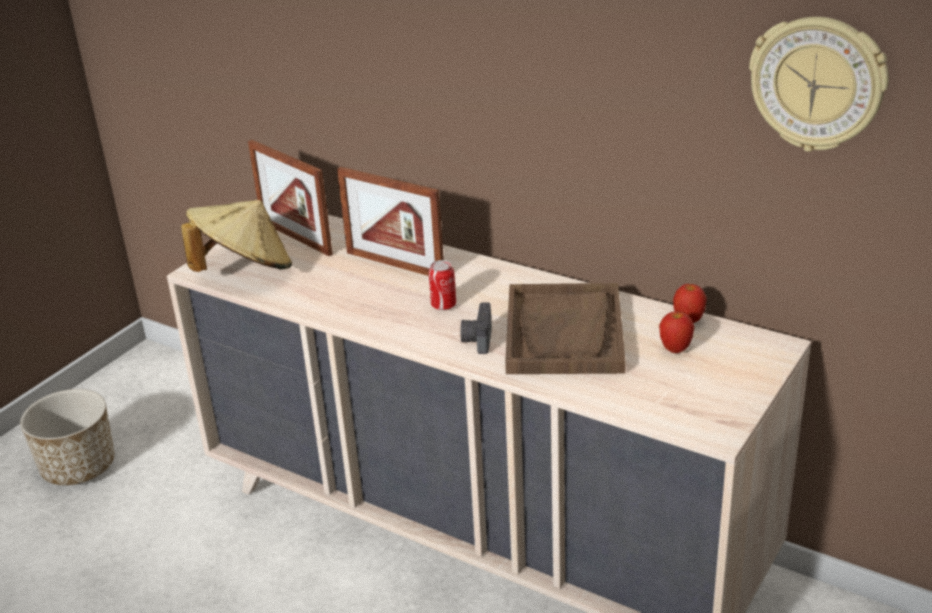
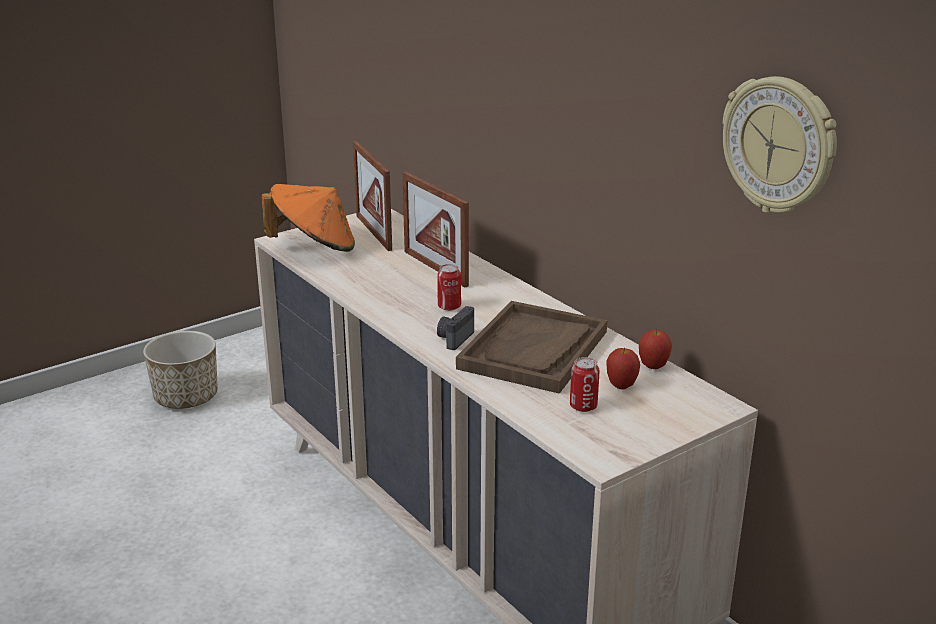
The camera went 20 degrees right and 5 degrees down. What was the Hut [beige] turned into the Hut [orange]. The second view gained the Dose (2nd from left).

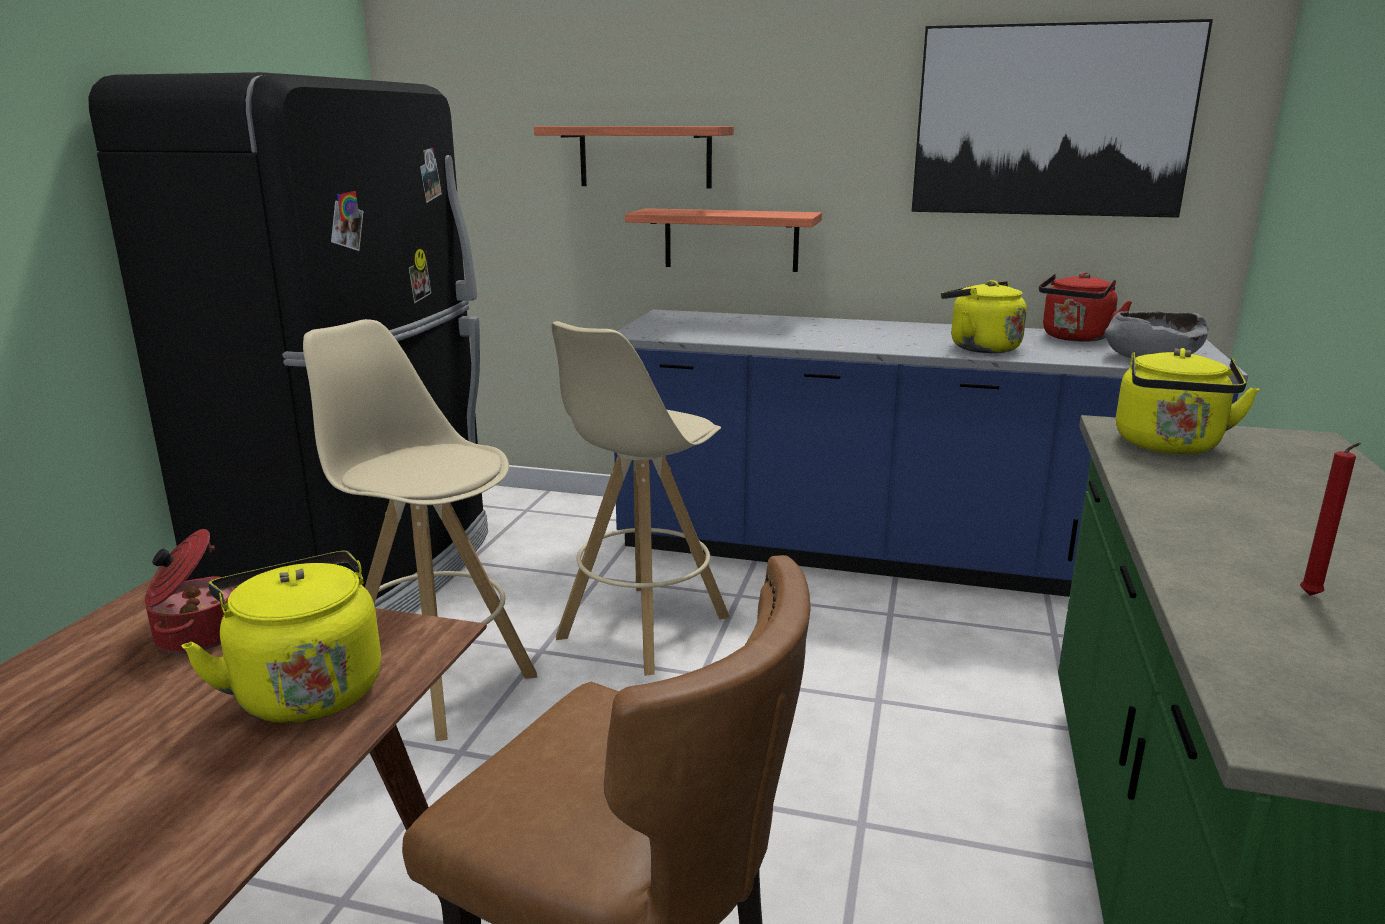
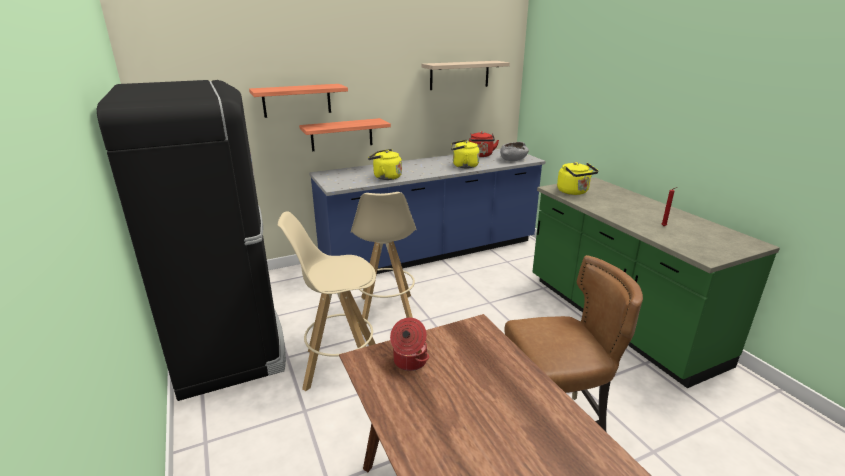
The camera went 40 degrees left and 5 degrees up. Where the Bild hung, the Wandregal (3rd from left) came to hang. The Wasserkessel [gelb] (1st from left) ended up elsewhere.

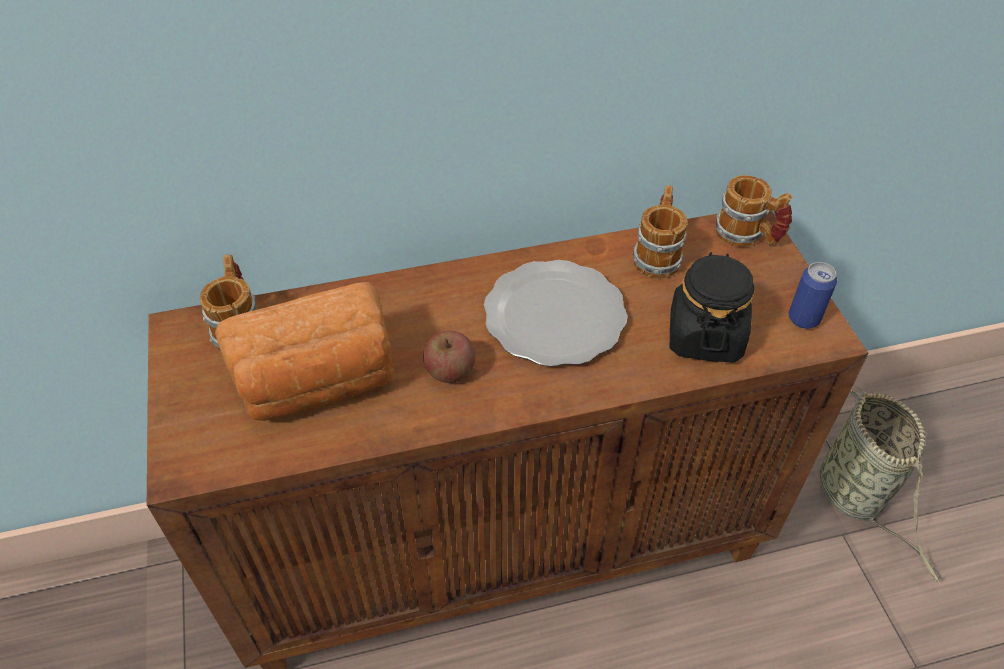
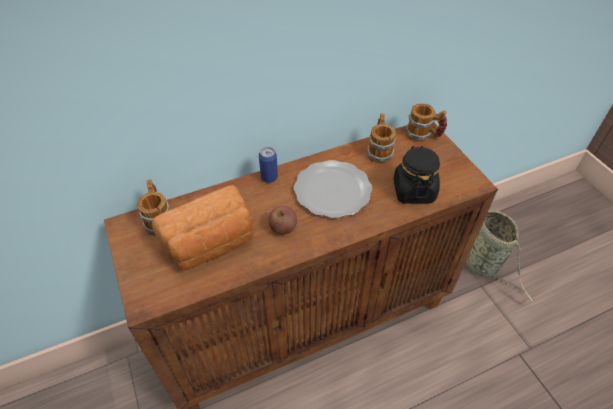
The camera went 10 degrees left and 0 degrees up. The Dose ended up elsewhere.

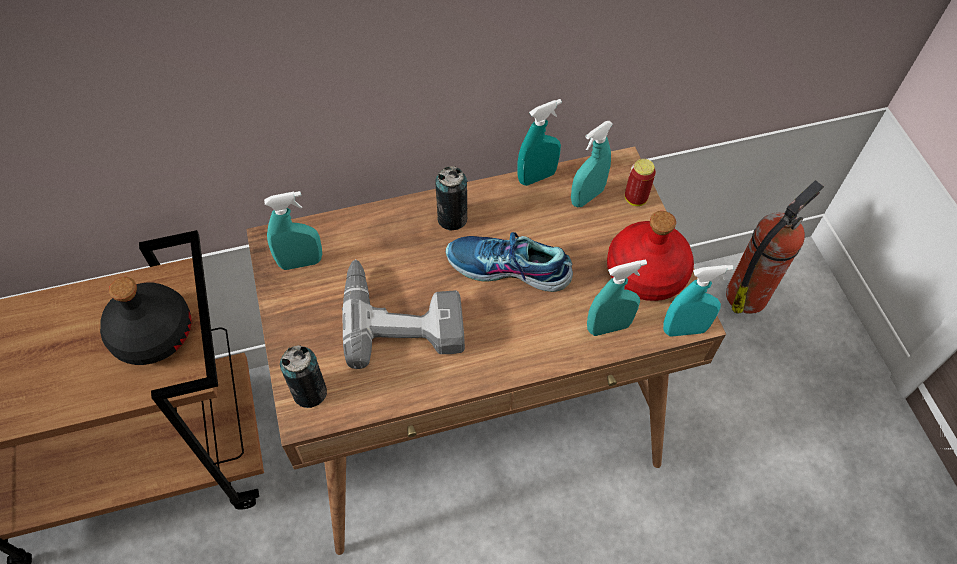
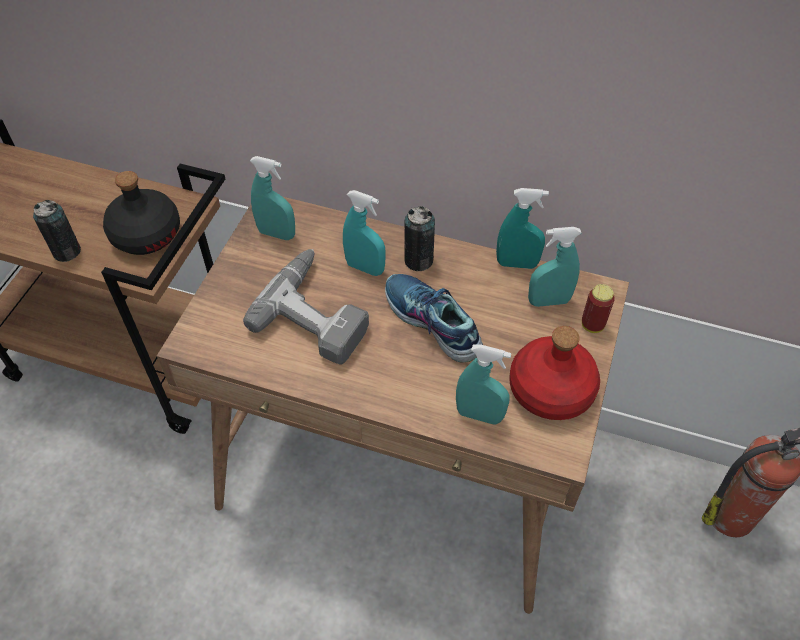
The camera went 35 degrees right and 5 degrees down. The Sprühflasche [türkis] (5th from left in the first image) ended up elsewhere. The Dose (1st from left) ended up elsewhere.

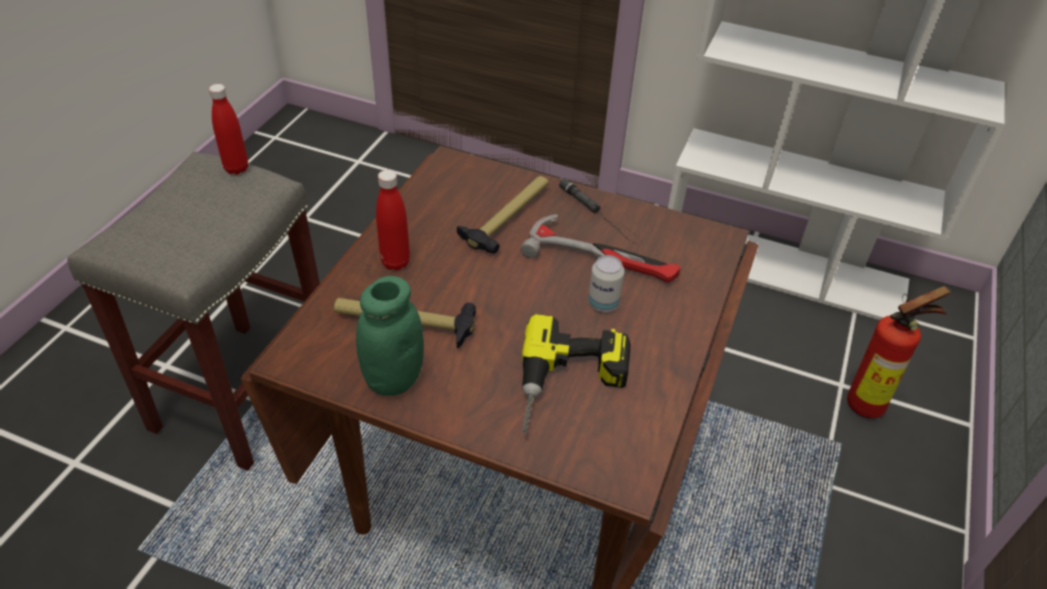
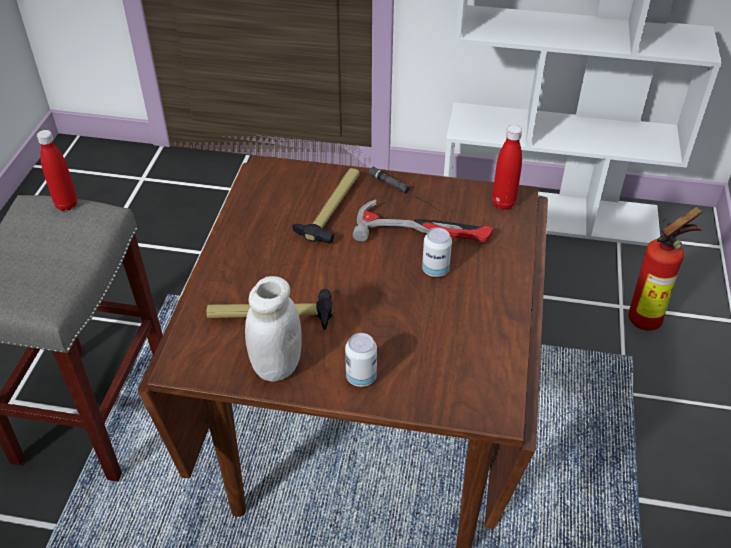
The camera went 10 degrees left and 0 degrees up. The Flasche [rot] (2nd from left) ended up elsewhere. What was the Vorratsglas [grün] turned into the Vorratsglas [weiß]. The second view lost the Bohrmaschine. The second view gained the Dose (1st from left).

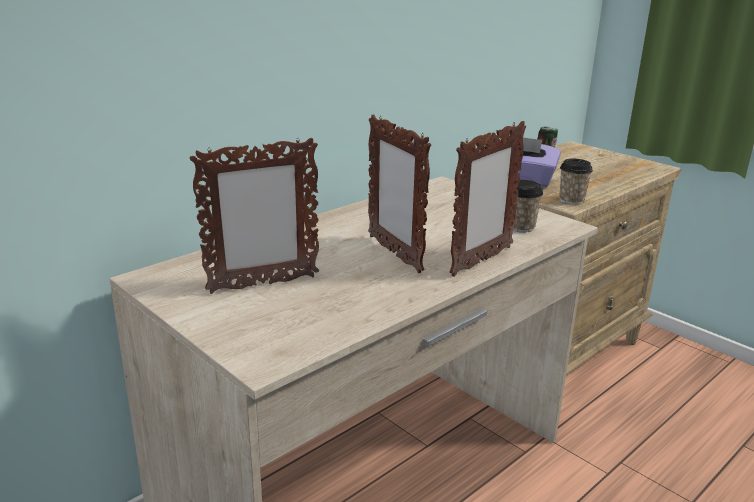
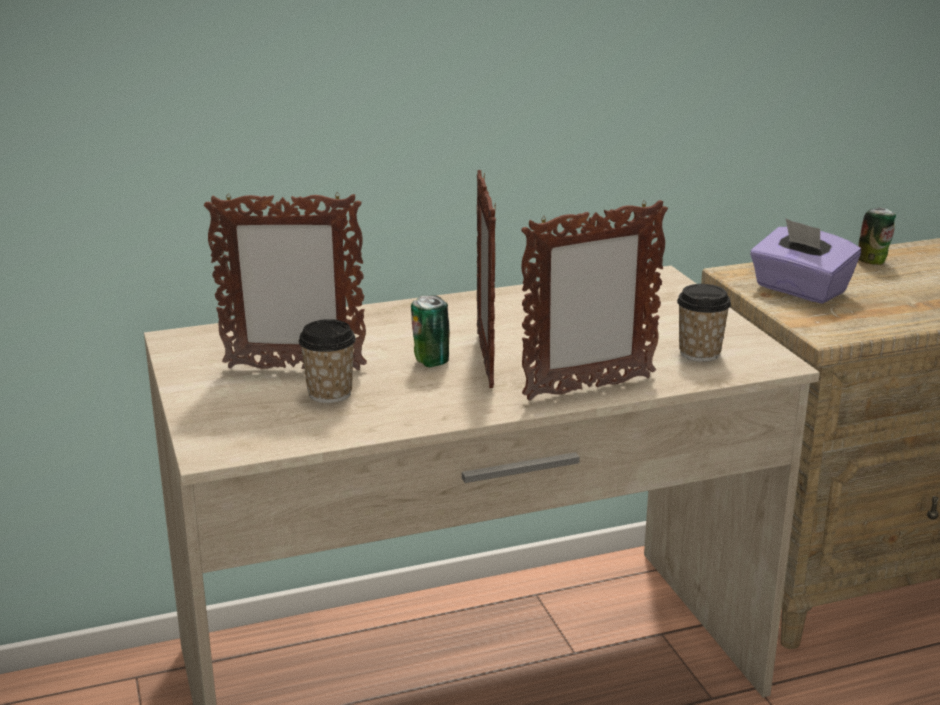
The camera went 25 degrees right and 0 degrees up. The Tasse (2nd from left in the first image) ended up elsewhere. The second view gained the Dose (1st from left).

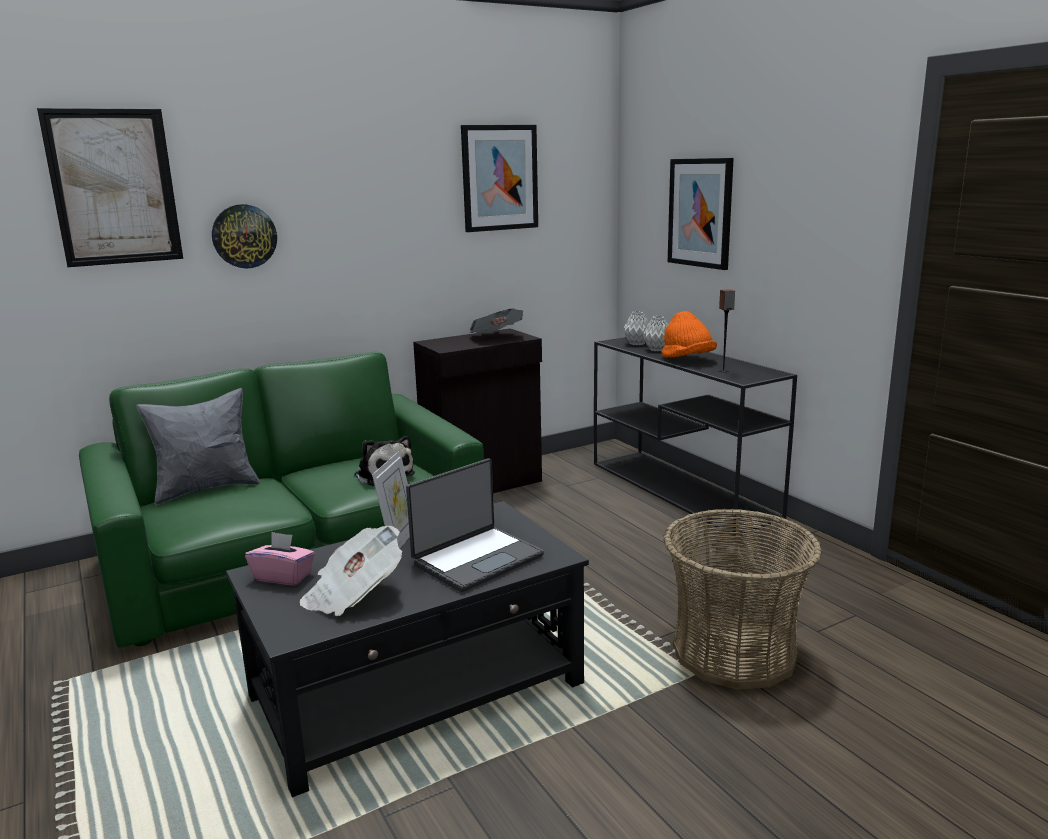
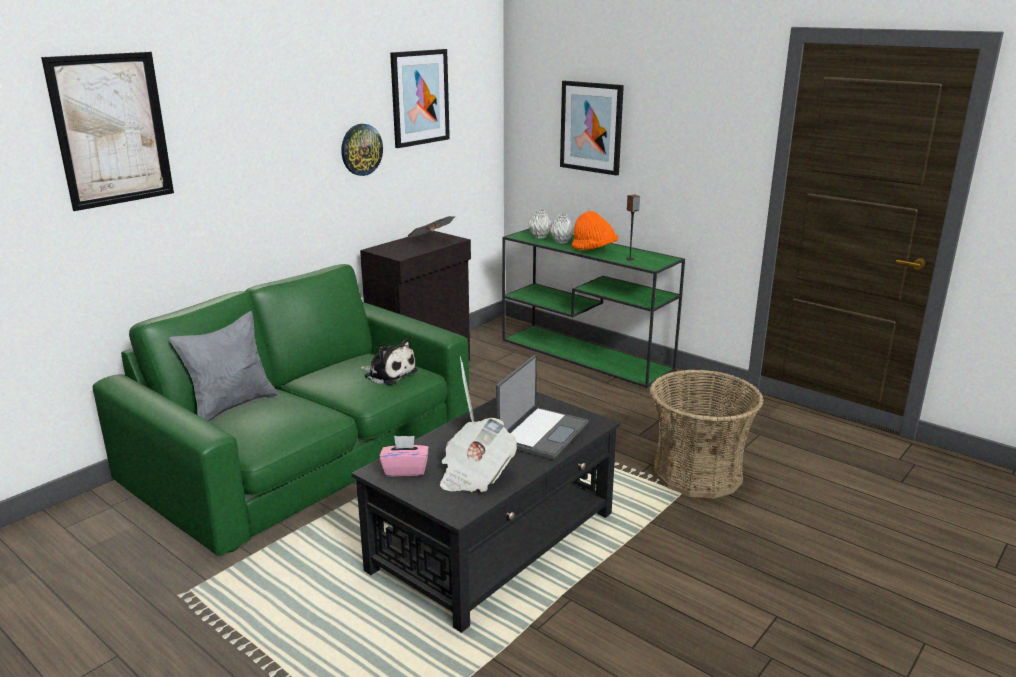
The camera went 20 degrees left and 5 degrees up. The Wanduhr ended up elsewhere. What was the Konsolentisch [schwarz] turned into the Konsolentisch [grün].

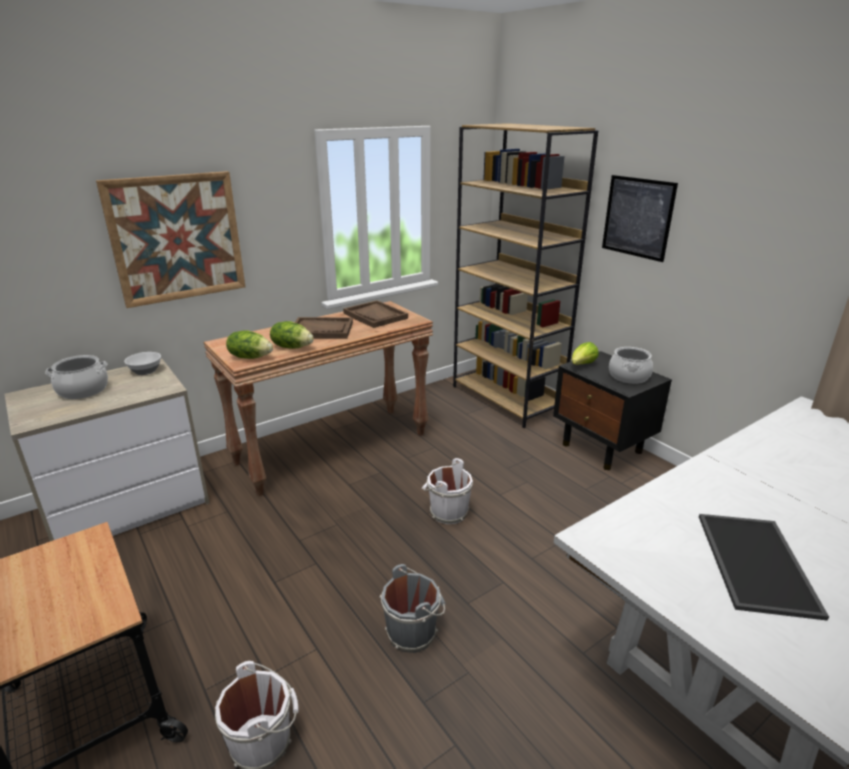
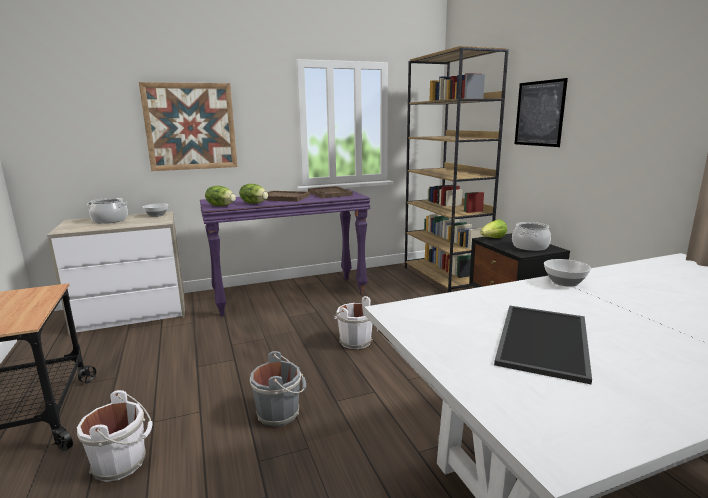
The camera went 15 degrees right and 10 degrees down. What was the Konsolentisch [braun] turned into the Konsolentisch [lila]. The second view gained the Schüssel (2nd from left).

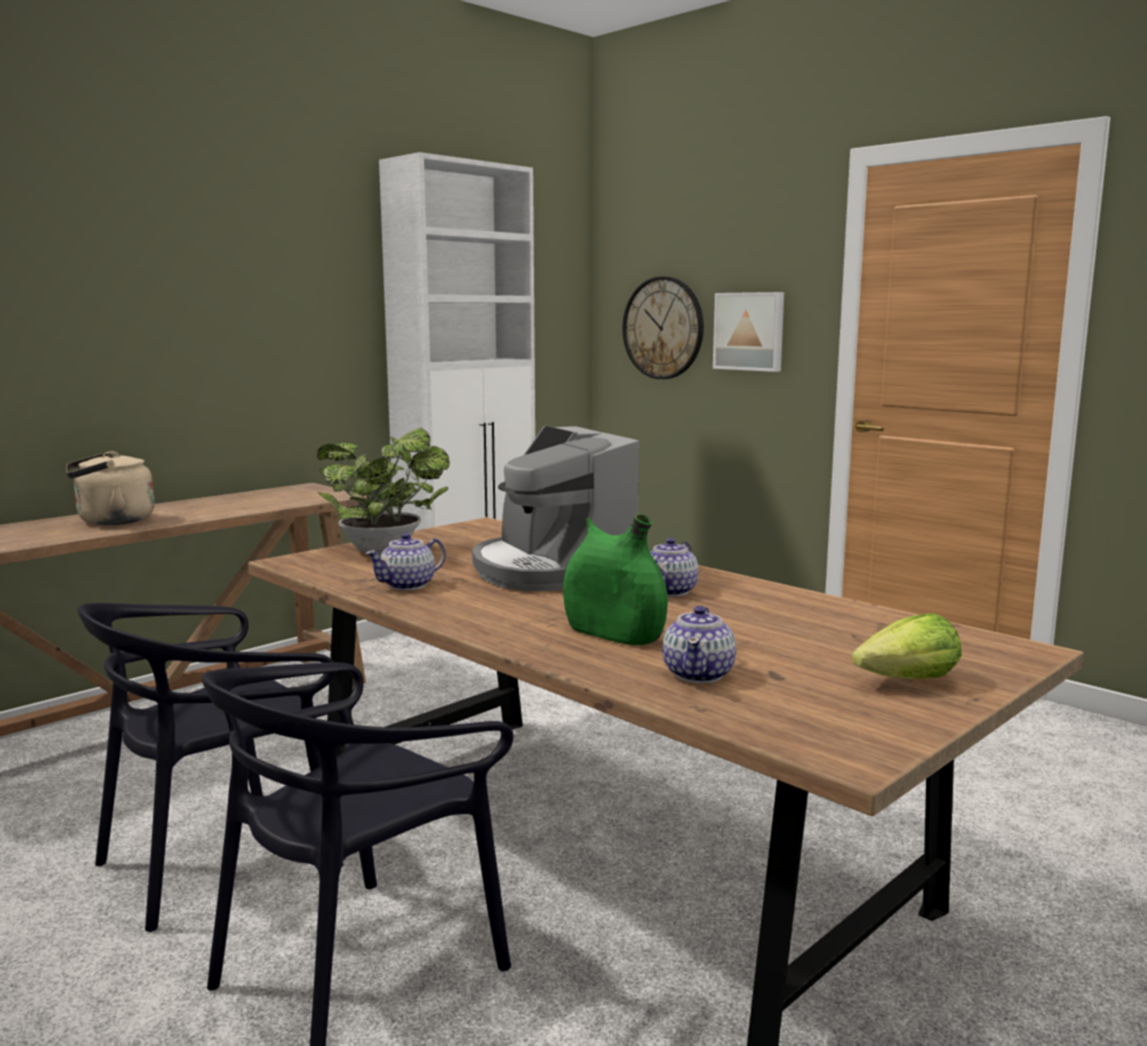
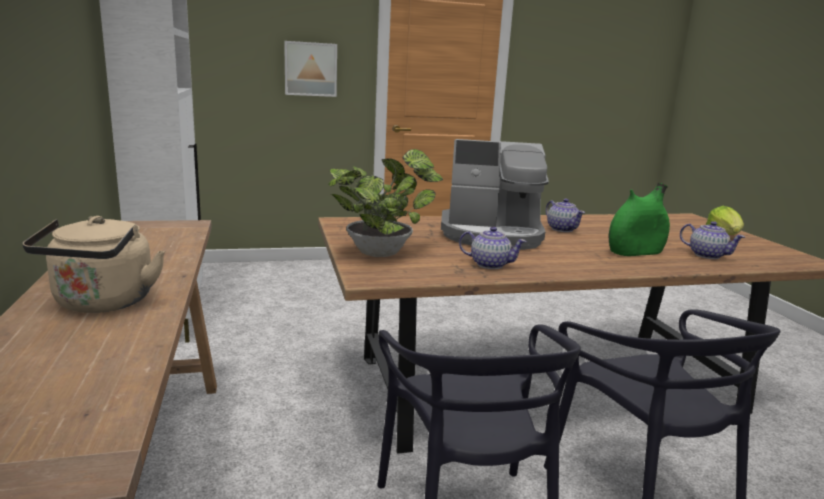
The camera went 60 degrees left and 5 degrees up. The second view lost the Wanduhr. The Teekanne (1st from left) ended up facing another way, 60 degrees counterclockwise from before.

